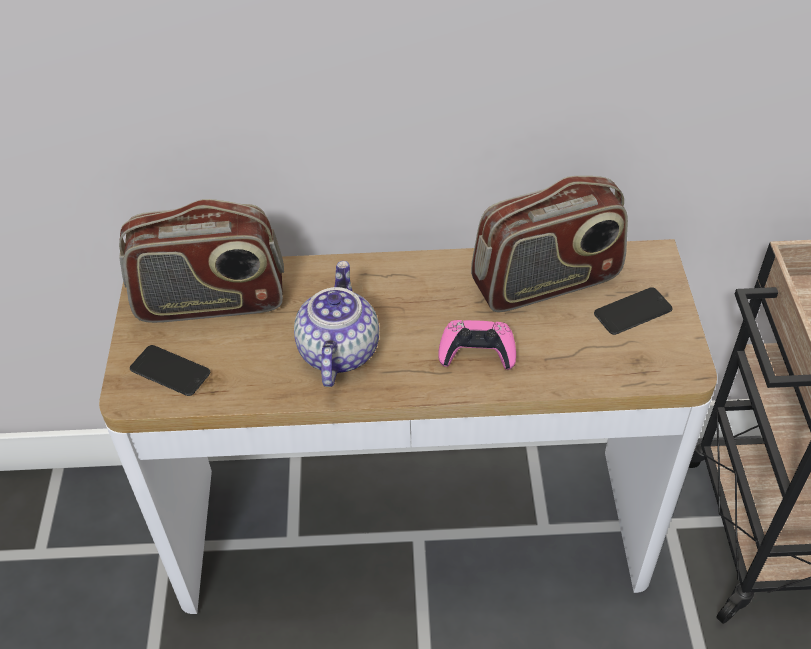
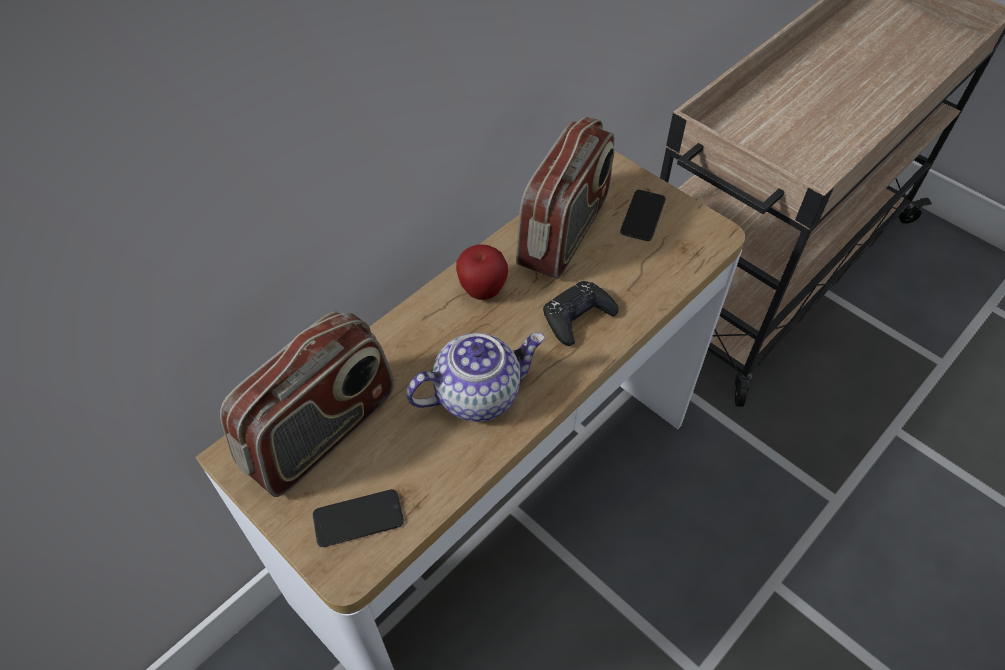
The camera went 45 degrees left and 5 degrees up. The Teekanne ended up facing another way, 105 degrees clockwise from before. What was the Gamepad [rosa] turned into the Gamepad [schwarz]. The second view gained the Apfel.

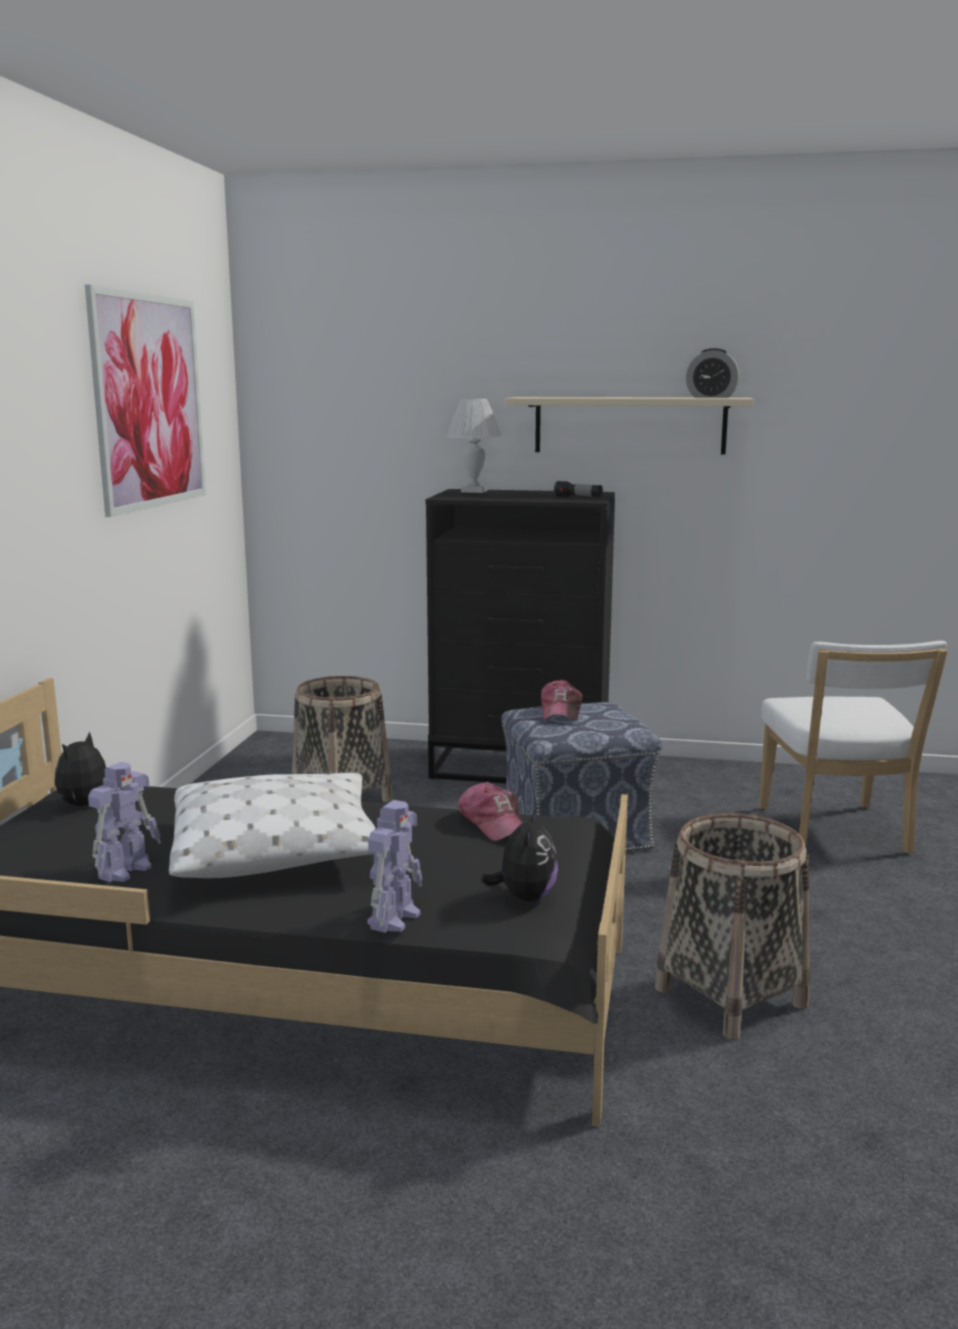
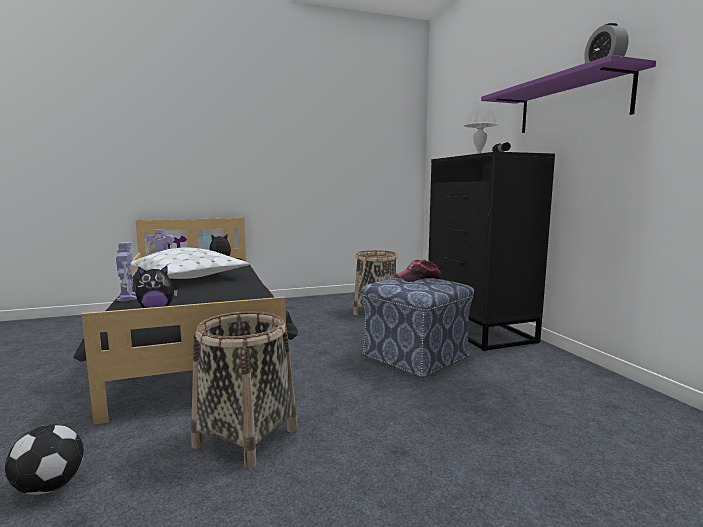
The camera went 60 degrees right and 5 degrees down. The second view lost the Bild. What was the Wandregal [beige] turned into the Wandregal [lila]. The second view lost the Stuhl [weiß]. The second view lost the Kappe (1st from left). The Spielzeugroboter (2nd from left in the first image) ended up facing another way, 105 degrees counterclockwise from before. The second view gained the Fußball.

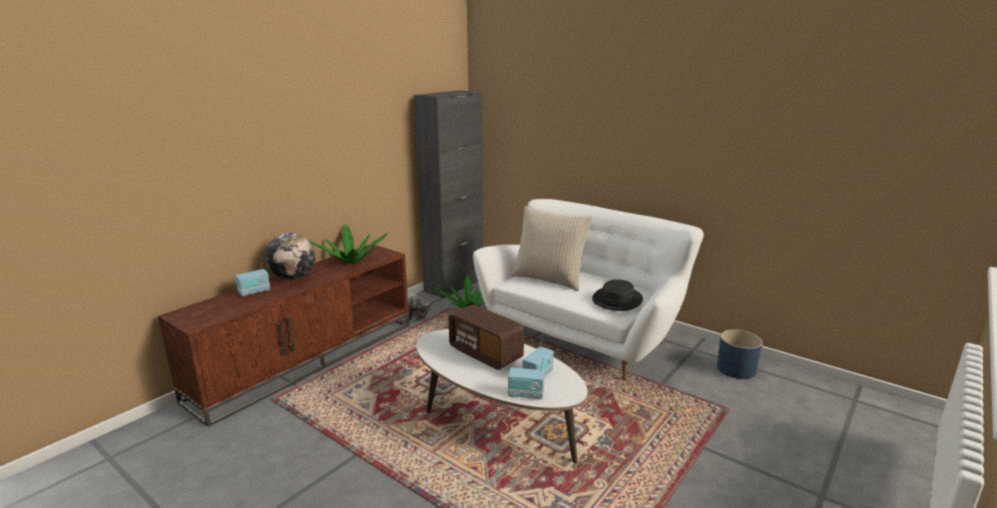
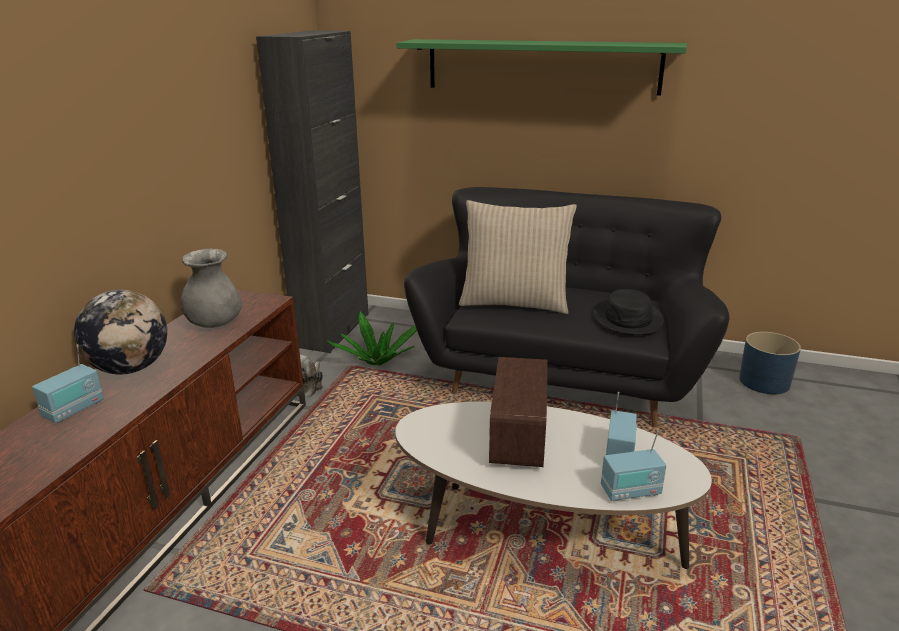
The camera went 20 degrees left and 5 degrees up. What was the Sofa [weiß] turned into the Sofa [schwarz]. Where the Topfpflanze (1st from left) stood, the Vase [grau] came to stand. The Radio (2nd from left) ended up facing another way, 105 degrees counterclockwise from before. The second view gained the Wandregal [grün].

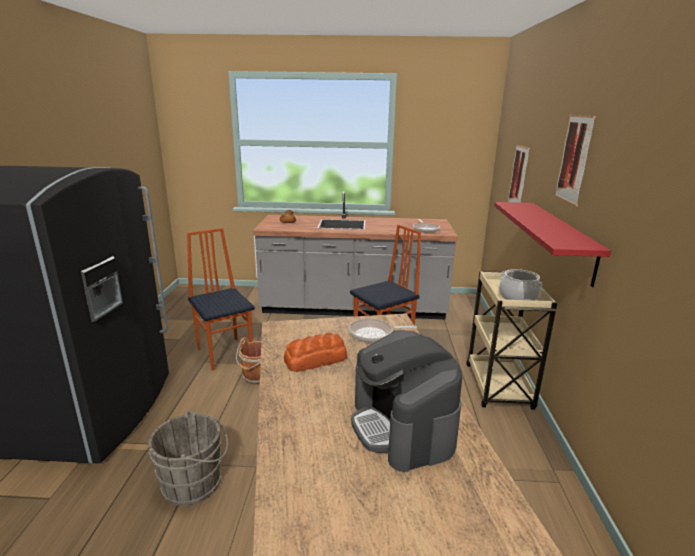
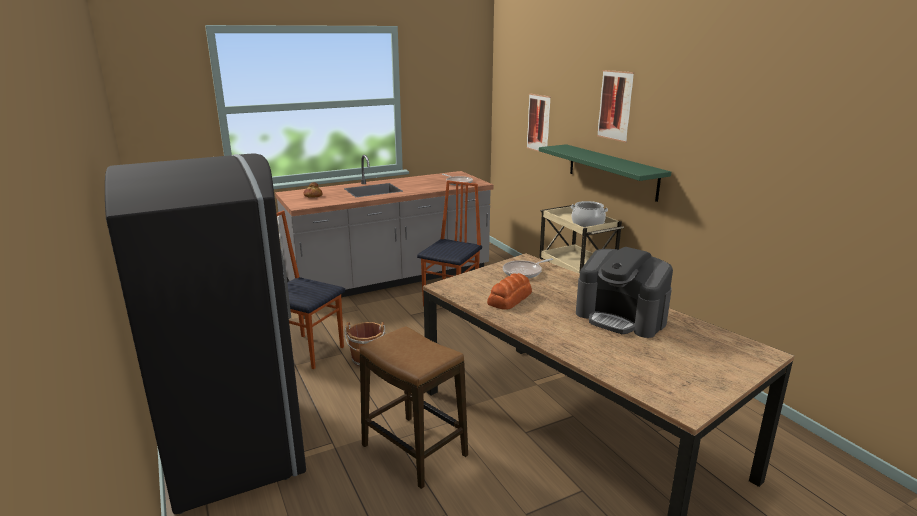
The camera went 30 degrees left and 0 degrees up. What was the Wandregal [rot] turned into the Wandregal [grün]. Where the Eimer [grau] stood, the Hocker came to stand.

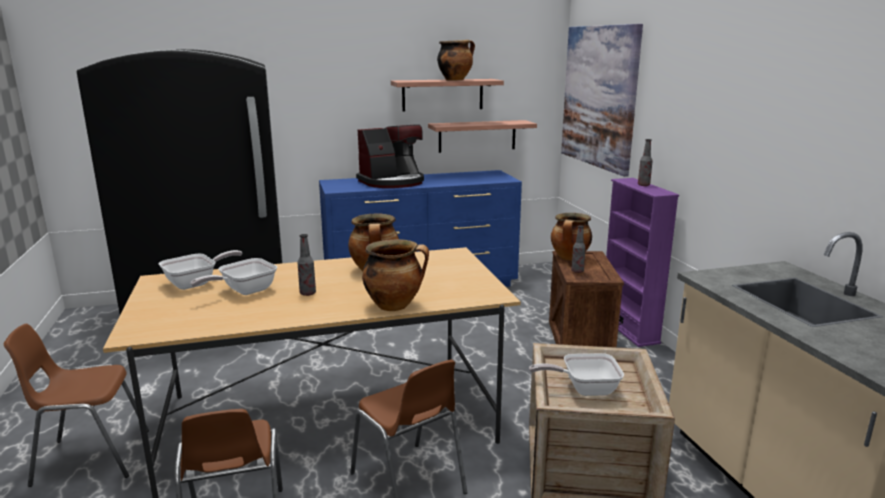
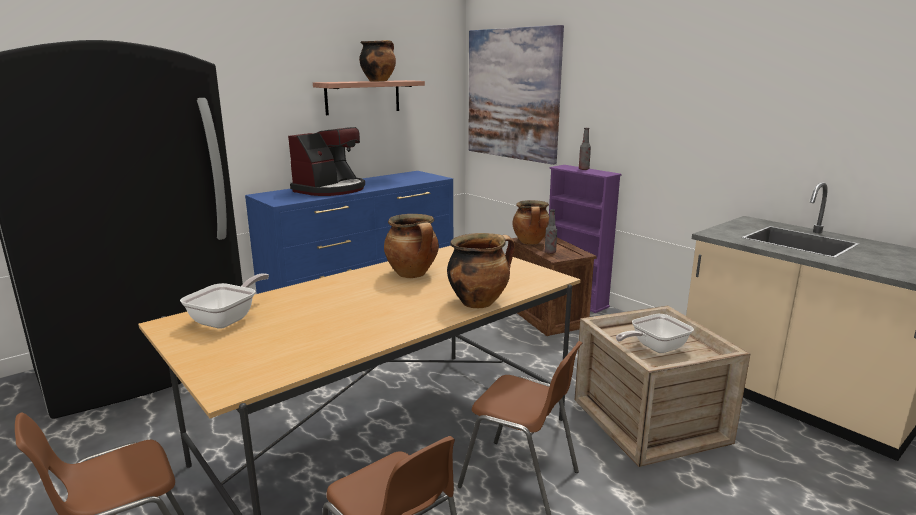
The camera went 25 degrees left and 0 degrees up. The second view lost the Wandregal (2nd from left). The second view lost the Flasche (1st from left). The second view lost the Pfanne (2nd from left).

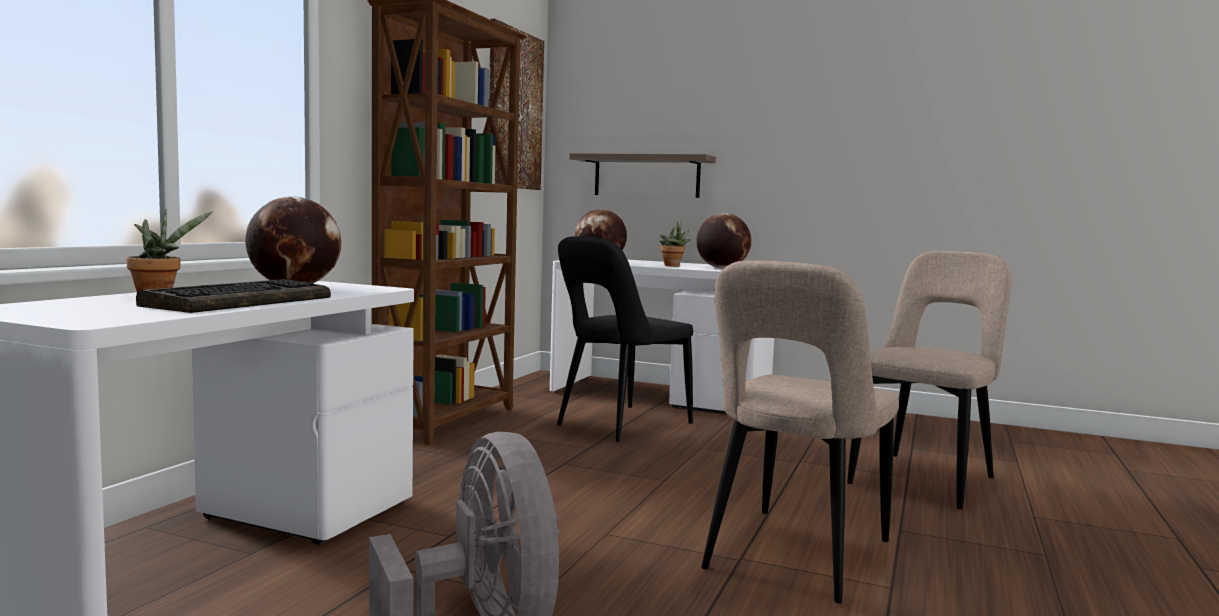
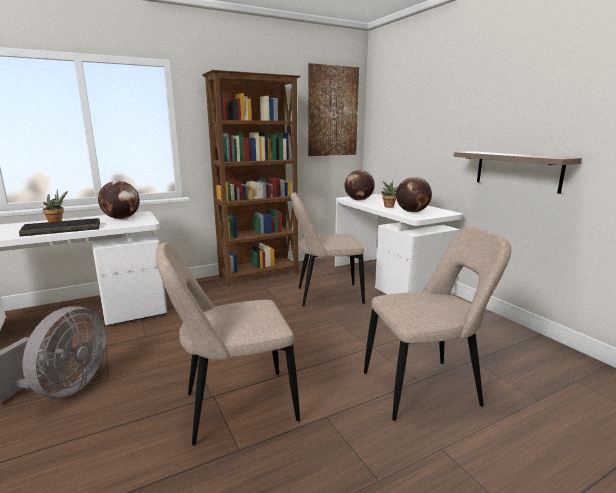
The camera went 40 degrees right and 10 degrees up. The Wandregal ended up elsewhere. What was the Stuhl [schwarz] turned into the Stuhl [beige] (2nd from left).

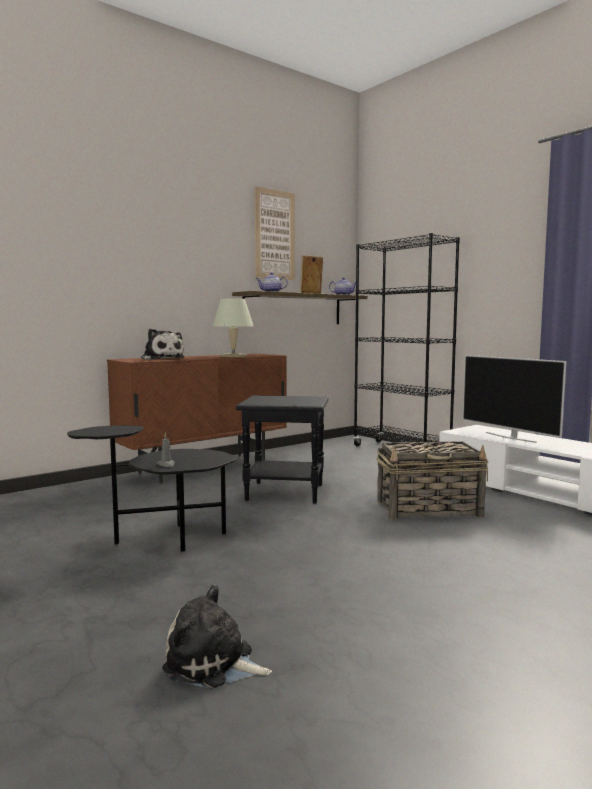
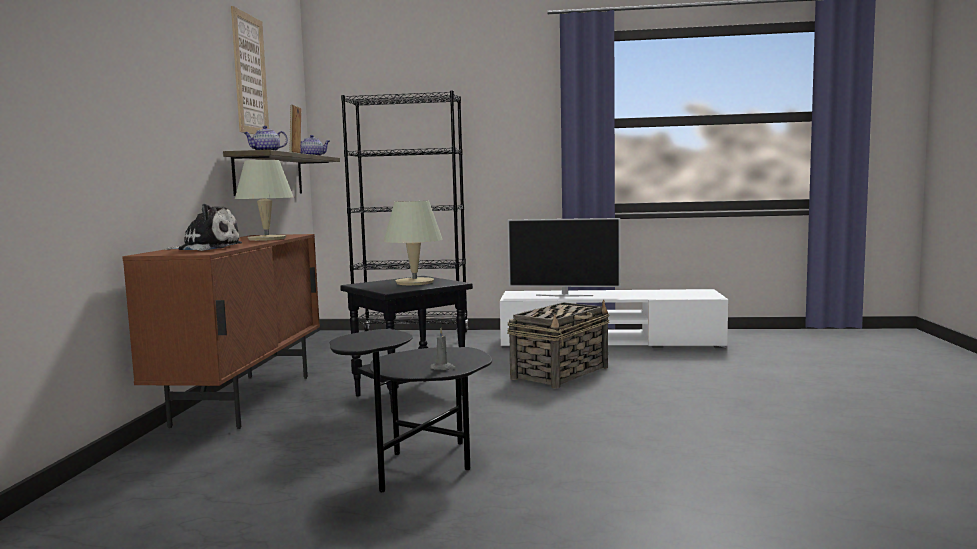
The camera went 45 degrees left and 0 degrees up. The second view lost the Plüschtier (2nd from left). The second view gained the Tischlampe [beige] (2nd from left).

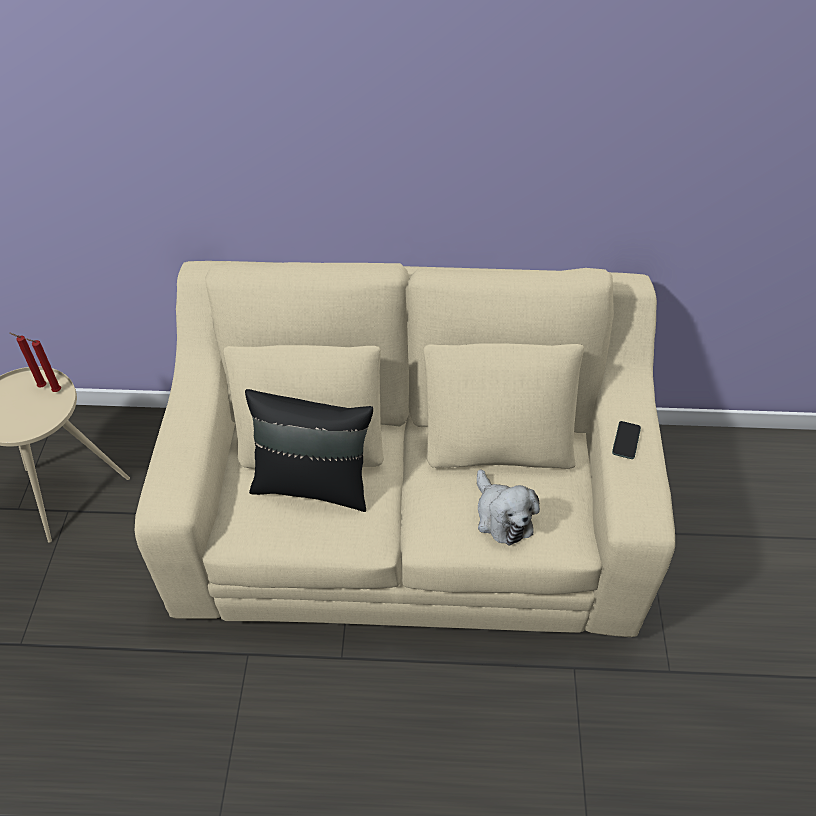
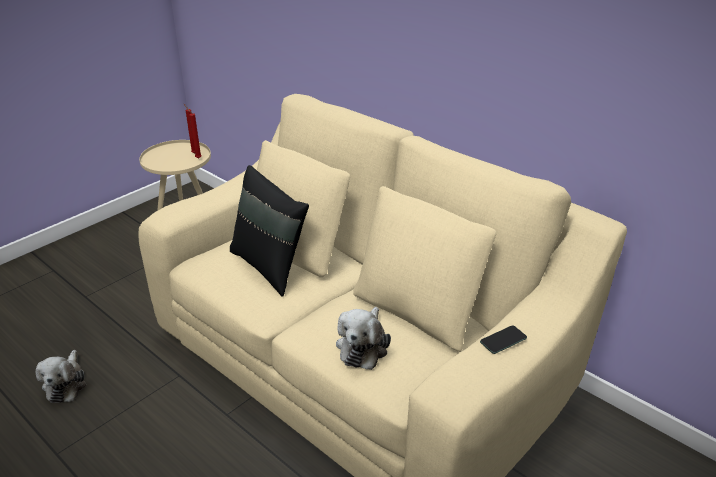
The camera went 40 degrees right and 15 degrees down. The second view gained the Plüschtier (1st from left).

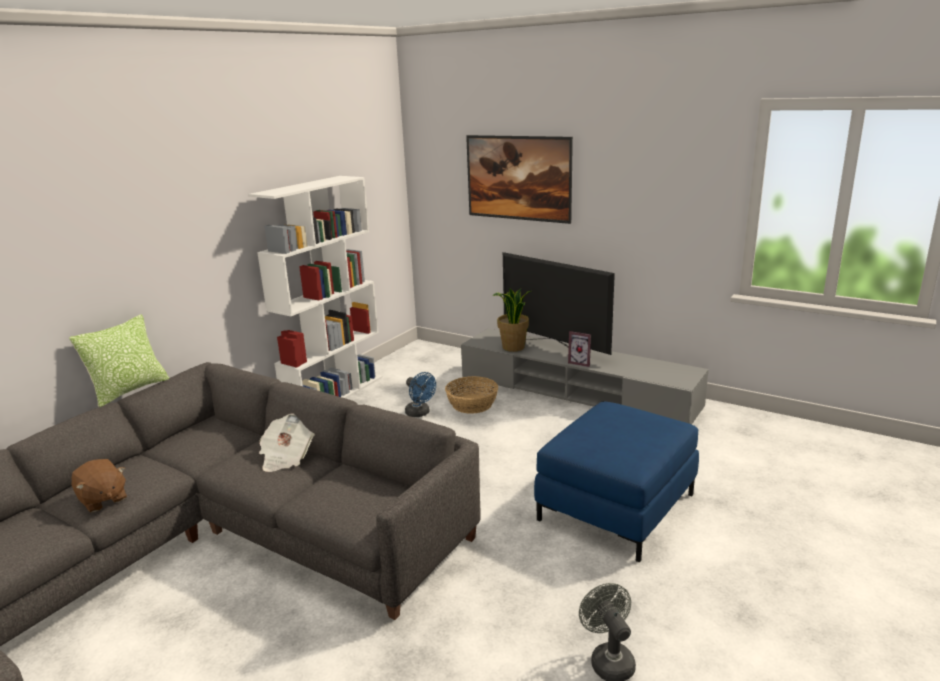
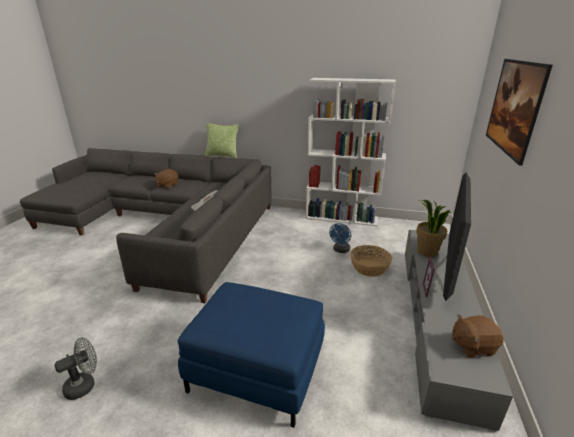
The camera went 70 degrees right and 5 degrees up. The second view gained the Plüschtier [braun] (2nd from left).

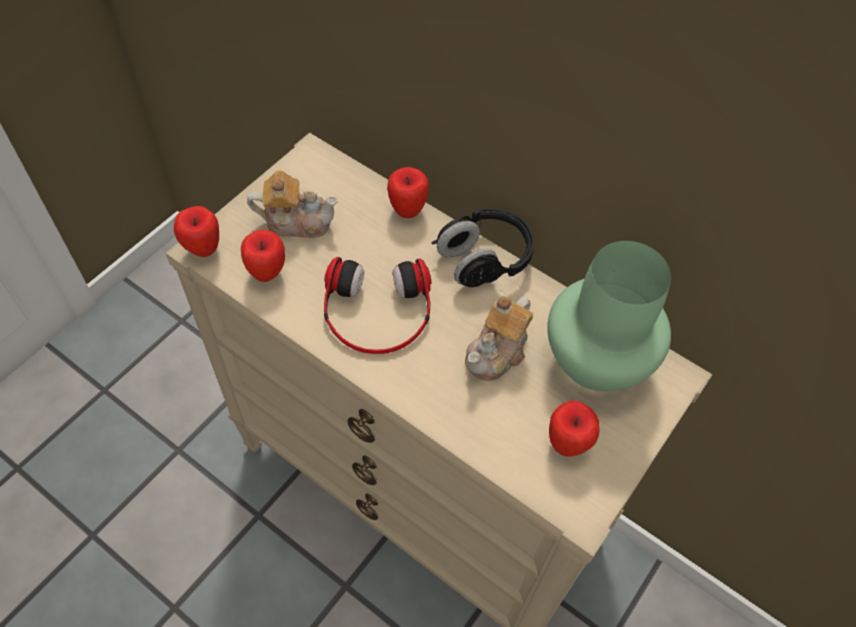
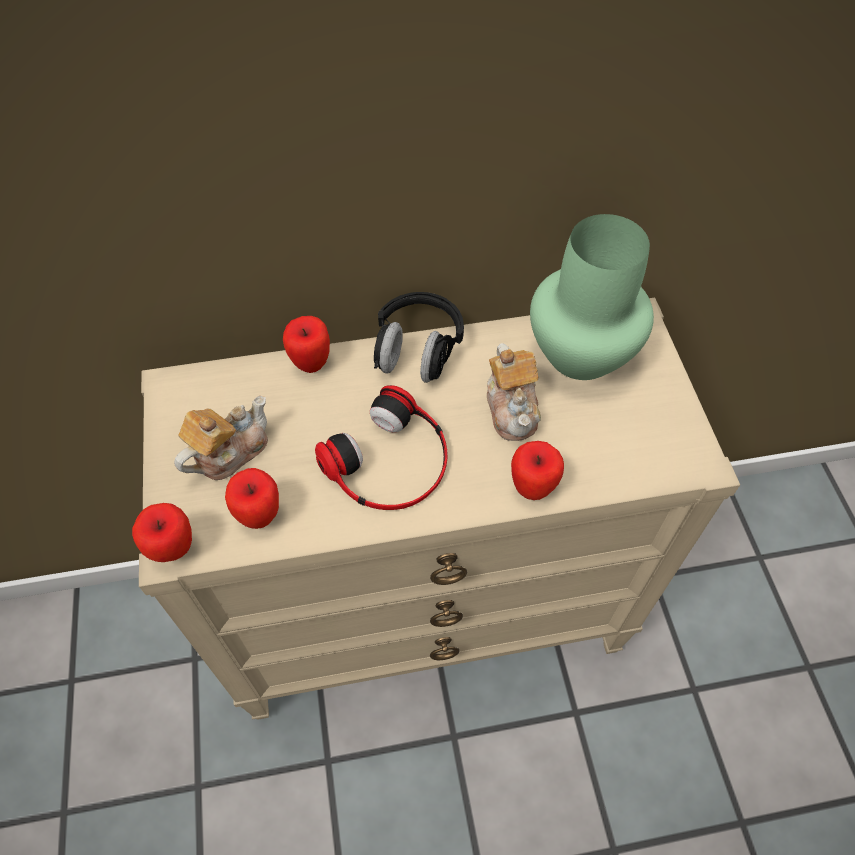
The camera went 45 degrees left and 0 degrees up. The Apfel (4th from left) ended up elsewhere.

